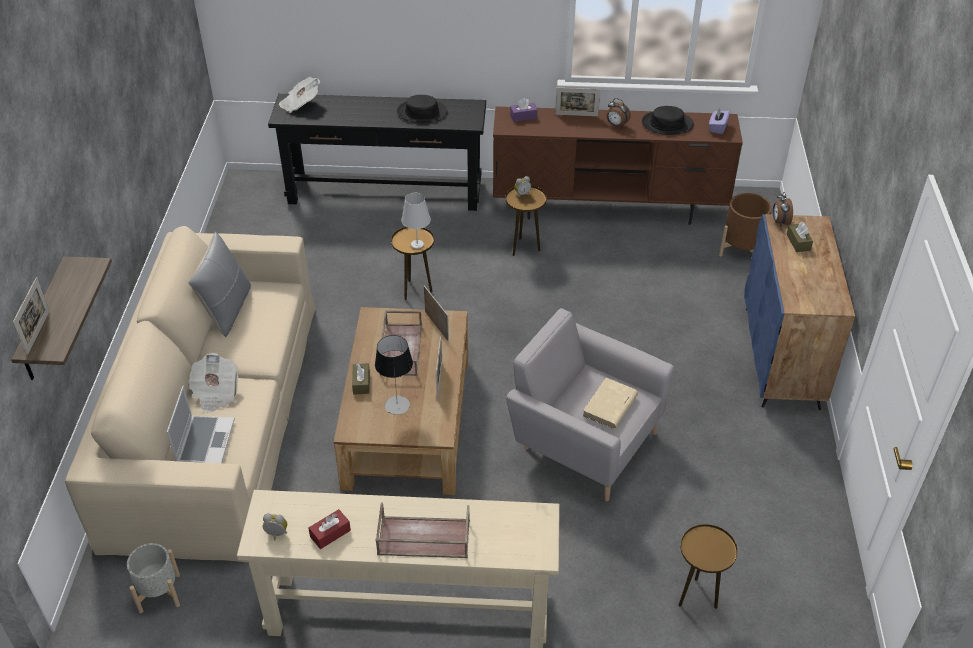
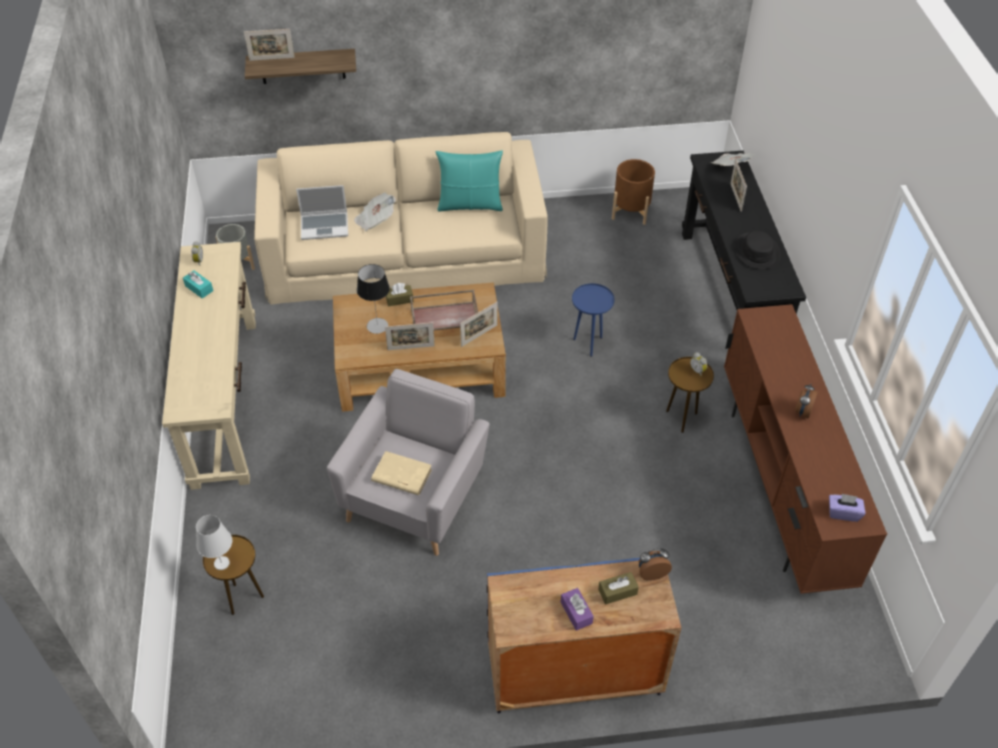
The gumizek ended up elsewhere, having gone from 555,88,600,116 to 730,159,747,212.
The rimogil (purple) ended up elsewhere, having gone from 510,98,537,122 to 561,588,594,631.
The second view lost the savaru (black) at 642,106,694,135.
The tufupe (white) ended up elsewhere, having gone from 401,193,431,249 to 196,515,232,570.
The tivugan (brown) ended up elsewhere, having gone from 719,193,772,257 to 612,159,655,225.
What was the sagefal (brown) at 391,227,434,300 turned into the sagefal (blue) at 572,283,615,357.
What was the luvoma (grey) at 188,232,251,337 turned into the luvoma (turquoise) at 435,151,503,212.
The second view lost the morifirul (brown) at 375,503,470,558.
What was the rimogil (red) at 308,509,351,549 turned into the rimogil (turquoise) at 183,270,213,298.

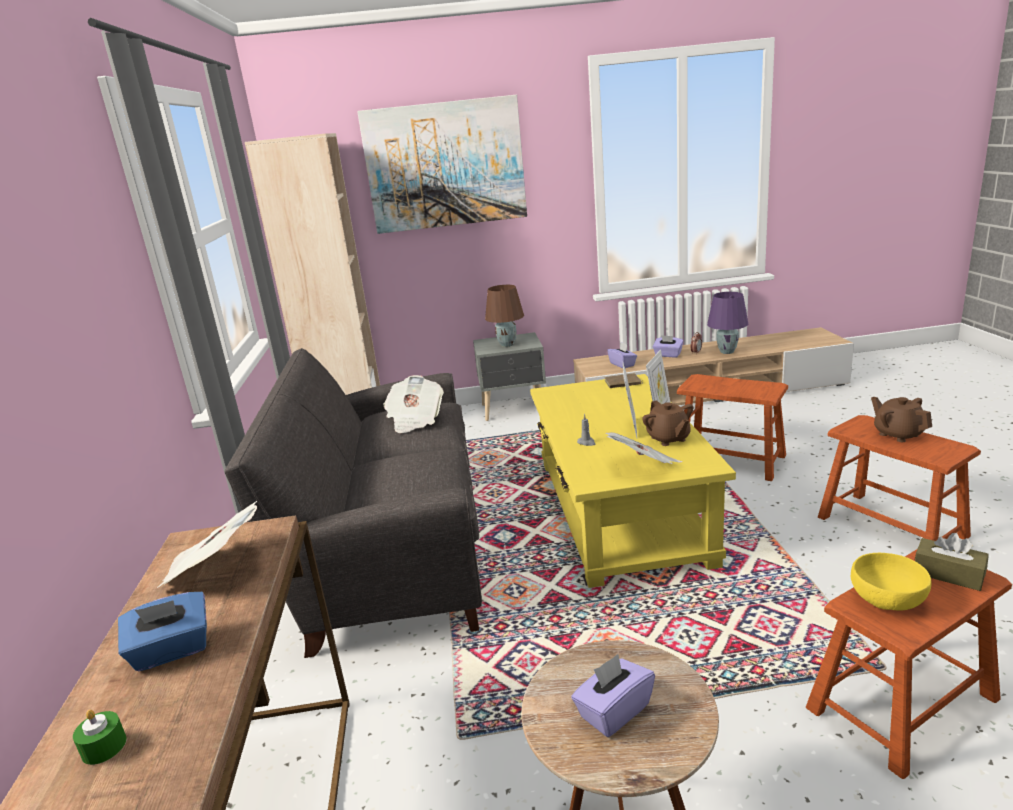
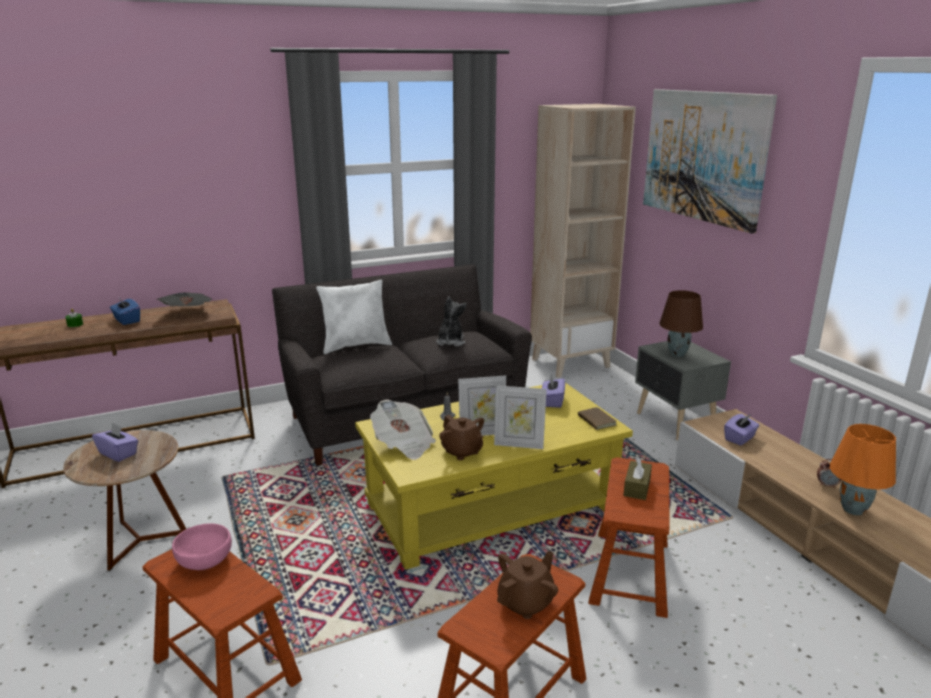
What was the tufupe (purple) at 707,292,748,354 turned into the tufupe (orange) at 830,424,896,515.
The rimogil (purple) ended up elsewhere, having gone from 653,335,684,357 to 542,374,565,408.
Where the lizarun stood at 383,375,444,433, the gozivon came to stand at 436,296,466,347.
The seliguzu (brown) at 642,400,693,446 ended up facing another way, 90 degrees counterclockwise from before.
The rimogil (brown) ended up elsewhere, having gone from 915,533,989,591 to 623,457,652,500.
What was the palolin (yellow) at 851,553,932,610 turned into the palolin (pink) at 172,523,232,570.
The second view gained the luvoma (white) at 316,280,392,354.

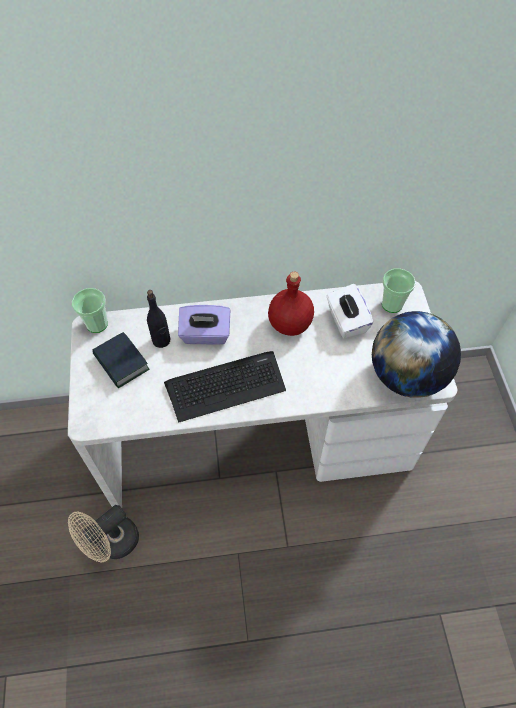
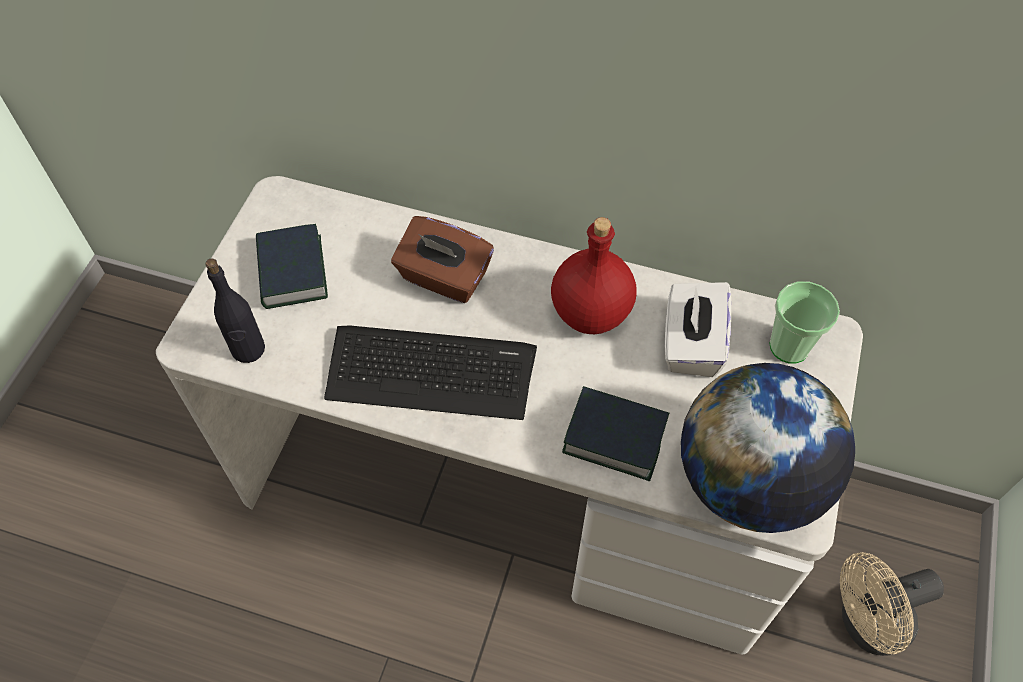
The second view lost the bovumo at 72,288,108,333.
The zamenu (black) ended up elsewhere, having gone from 147,290,170,348 to 206,259,265,363.
What was the rimogil (purple) at 178,305,230,345 turned into the rimogil (brown) at 391,216,494,303.
The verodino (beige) ended up elsewhere, having gone from 68,505,139,562 to 840,552,944,656.
The second view gained the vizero at 562,386,669,481.

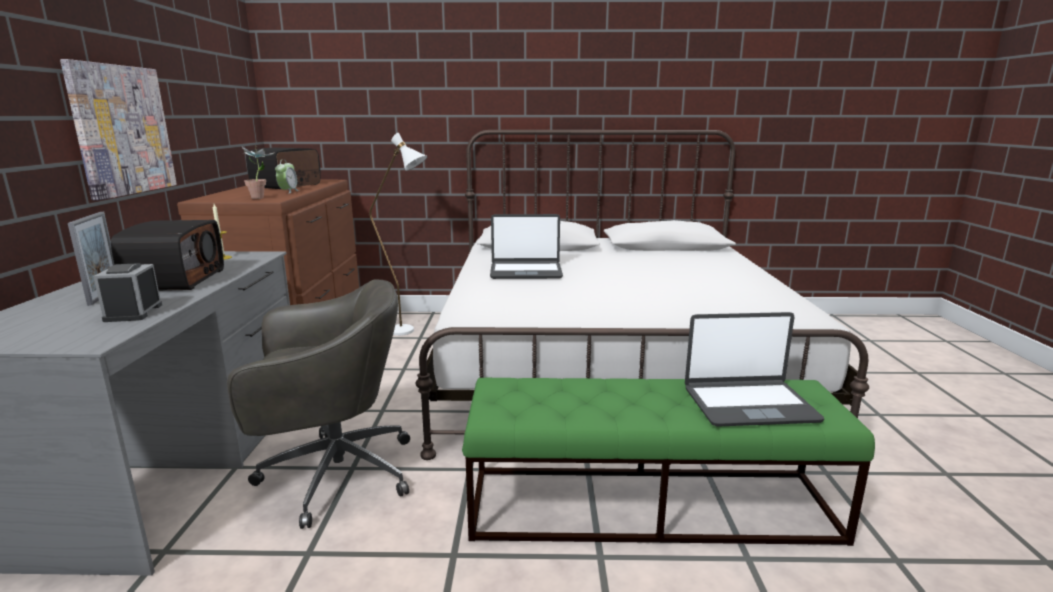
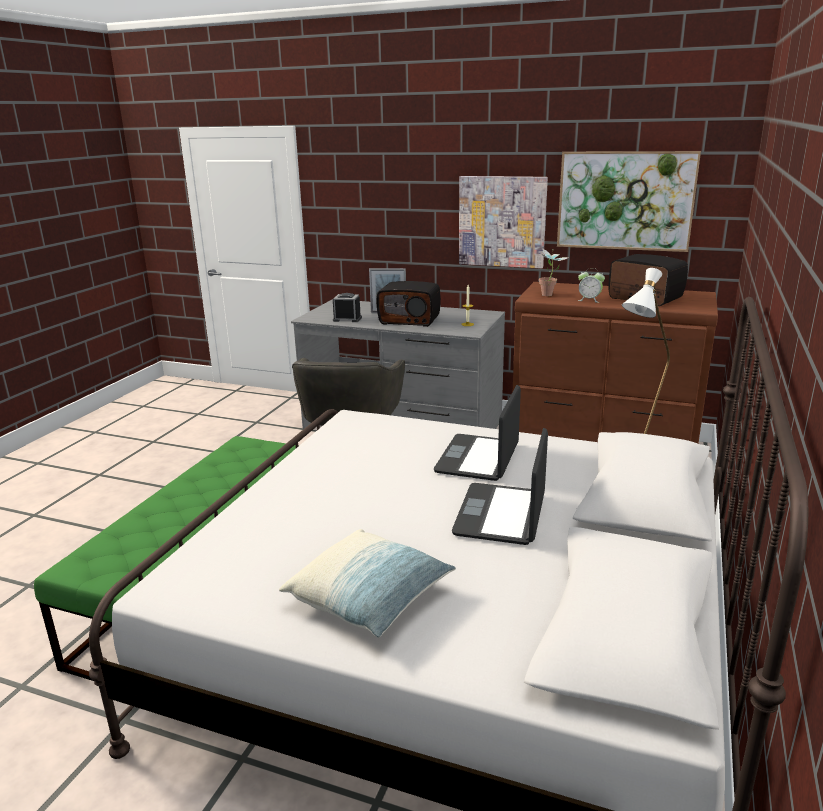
The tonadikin ended up elsewhere, having gone from 685,312,824,427 to 452,428,548,545.
The second view gained the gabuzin at 557,151,701,252.
The second view gained the luvoma at 279,529,456,638.

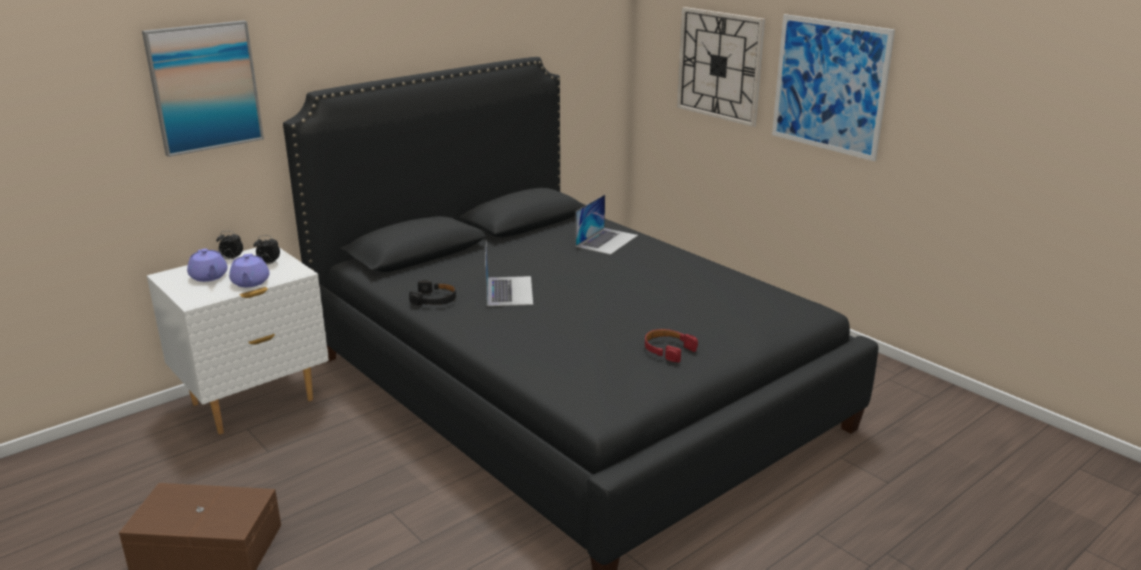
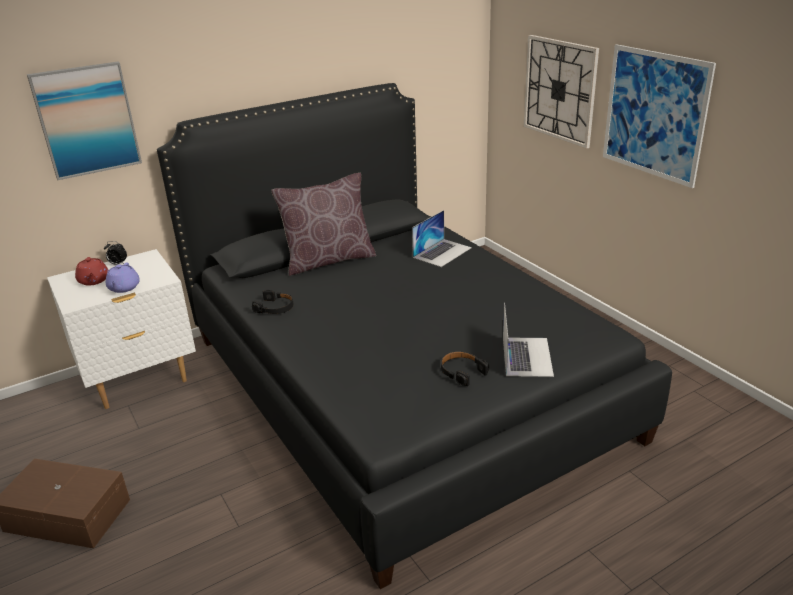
The second view lost the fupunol at 254,235,280,264.
The tonadikin ended up elsewhere, having gone from 485,240,533,306 to 503,303,554,377.
What was the seliguzu (purple) at 187,249,227,282 turned into the seliguzu (red) at 75,257,108,286.
What was the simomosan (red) at 645,329,698,362 turned into the simomosan (black) at 441,351,489,386.
The second view gained the luvoma (brown) at 271,173,376,276.

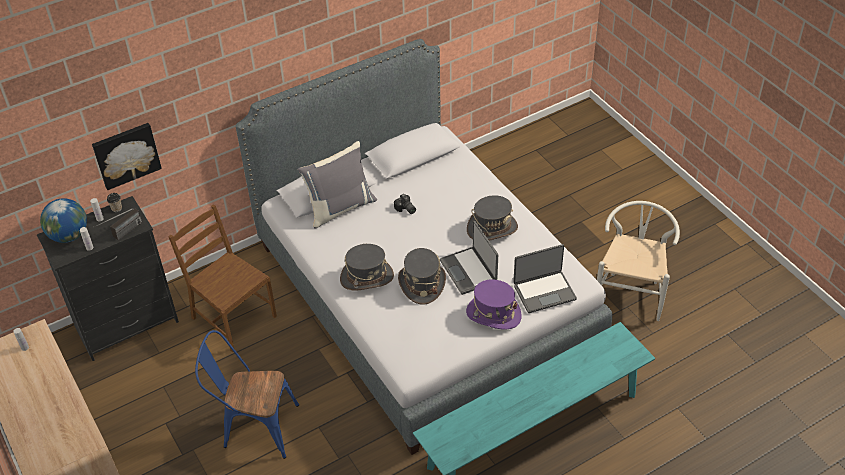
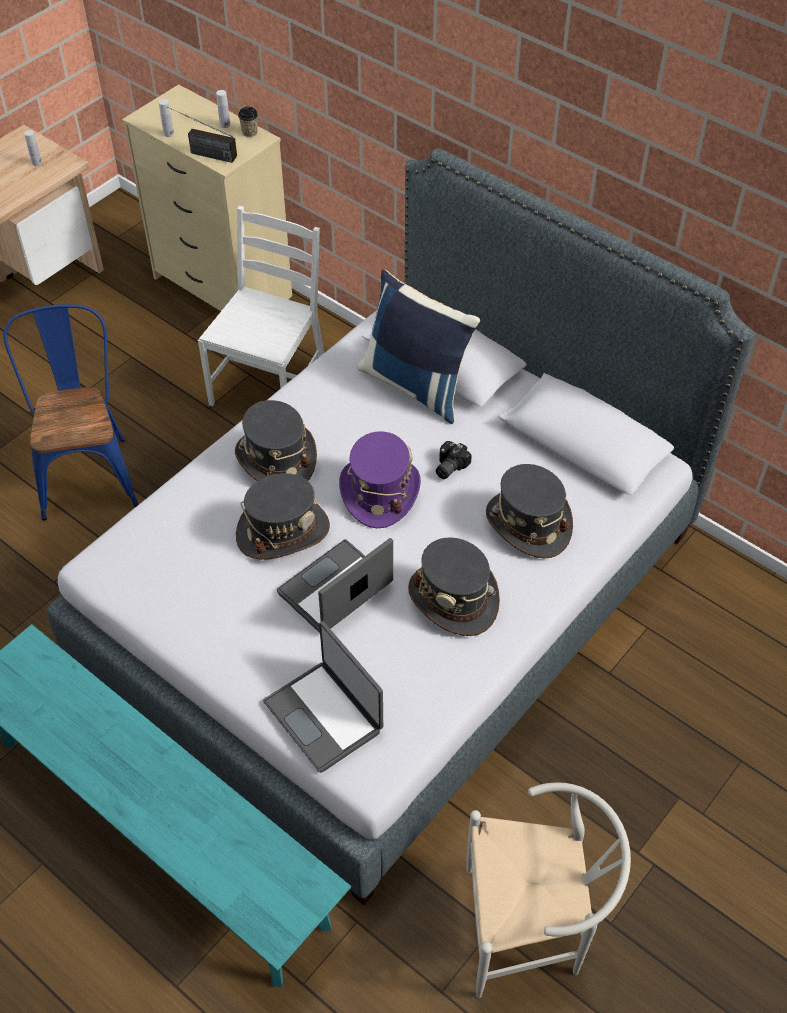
The second view lost the gabuzin at 92,123,162,190.
What was the luvoma (grey) at 298,141,377,229 turned into the luvoma (blue) at 357,270,480,424.
What was the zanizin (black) at 37,196,179,361 turned into the zanizin (beige) at 122,84,292,311.
The second view lost the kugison at 40,198,87,243.
What was the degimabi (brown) at 168,204,277,352 turned into the degimabi (white) at 198,206,324,406.
The savaru (purple) ended up elsewhere, having gone from 466,279,521,330 to 339,431,421,528.
The second view gained the savaru (grey) at 486,464,573,558.

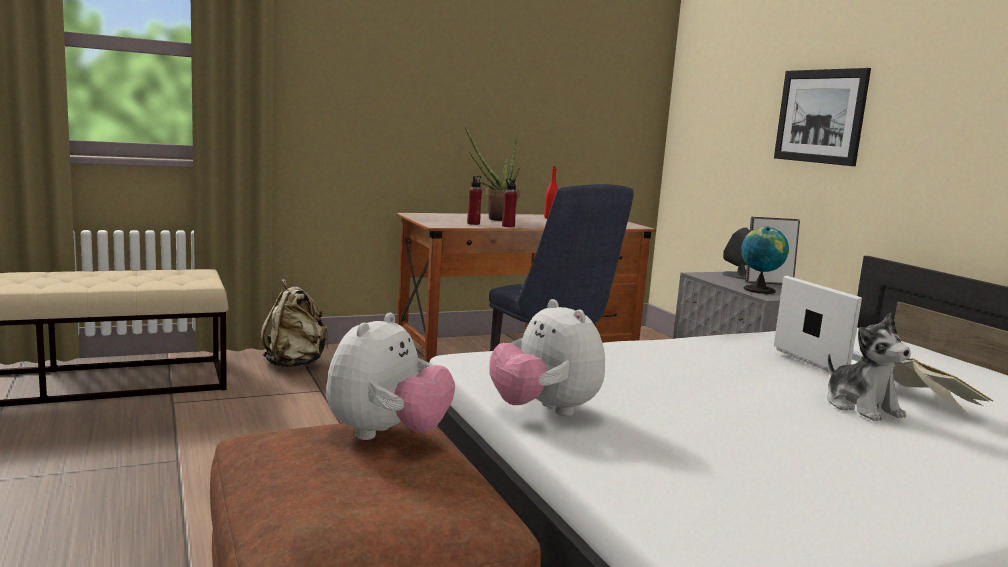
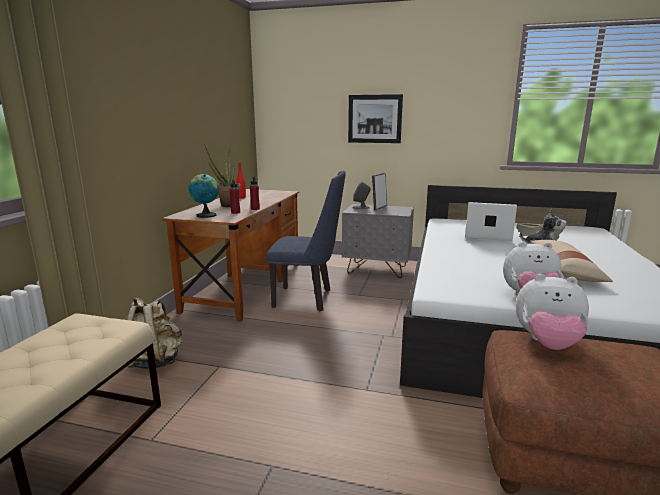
The kugison ended up elsewhere, having gone from 741,227,789,294 to 189,174,219,218.
The gozivon at 326,313,455,440 ended up facing another way, 135 degrees clockwise from before.
The second view gained the luvoma (beige) at 530,240,613,282.

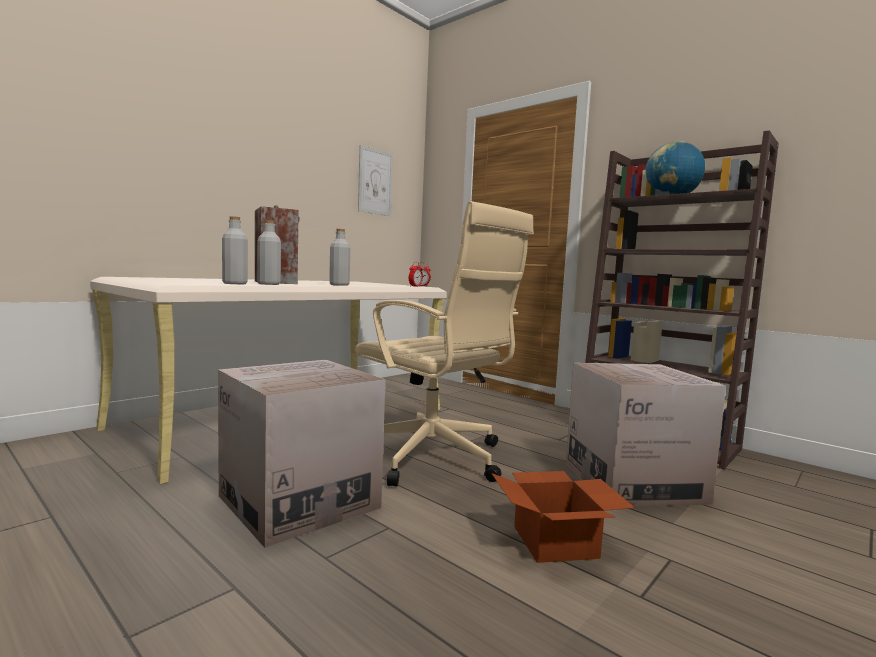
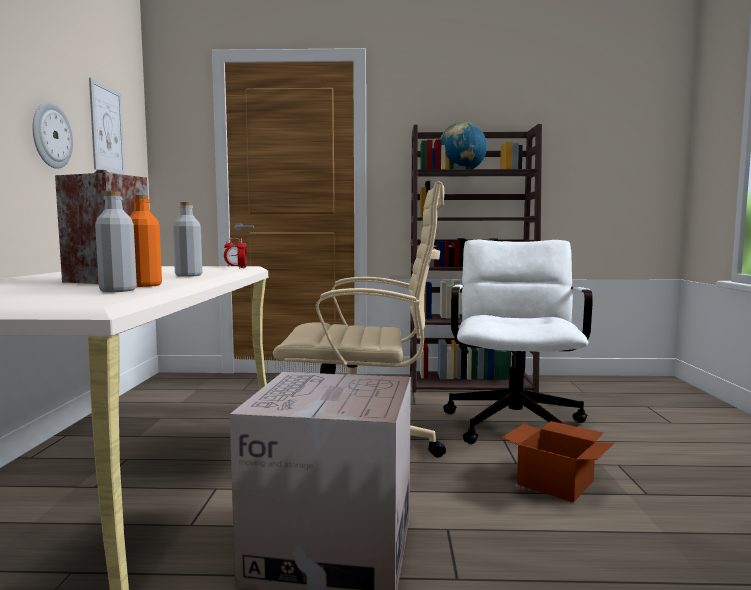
What was the zamenu (grey) at 257,220,281,285 turned into the zamenu (orange) at 129,195,162,287.
Where the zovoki stood at 566,363,726,507, the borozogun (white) came to stand at 443,240,593,444.
The second view gained the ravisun at 33,102,73,169.

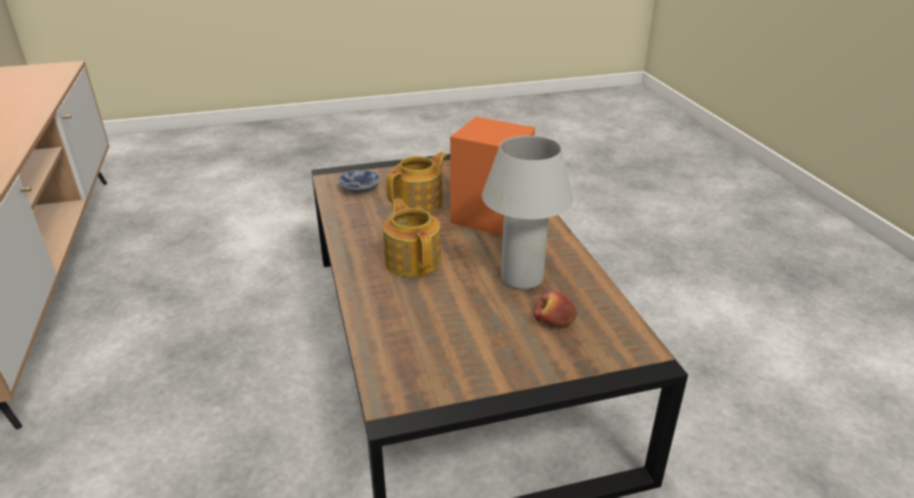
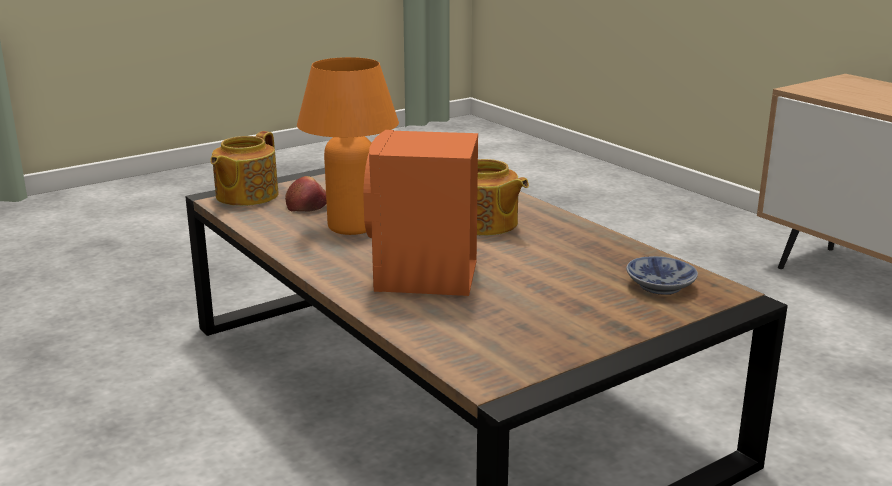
What was the tufupe (white) at 482,135,573,290 turned into the tufupe (orange) at 297,57,399,235.
The seliguzu ended up elsewhere, having gone from 386,152,447,213 to 210,131,279,206.

